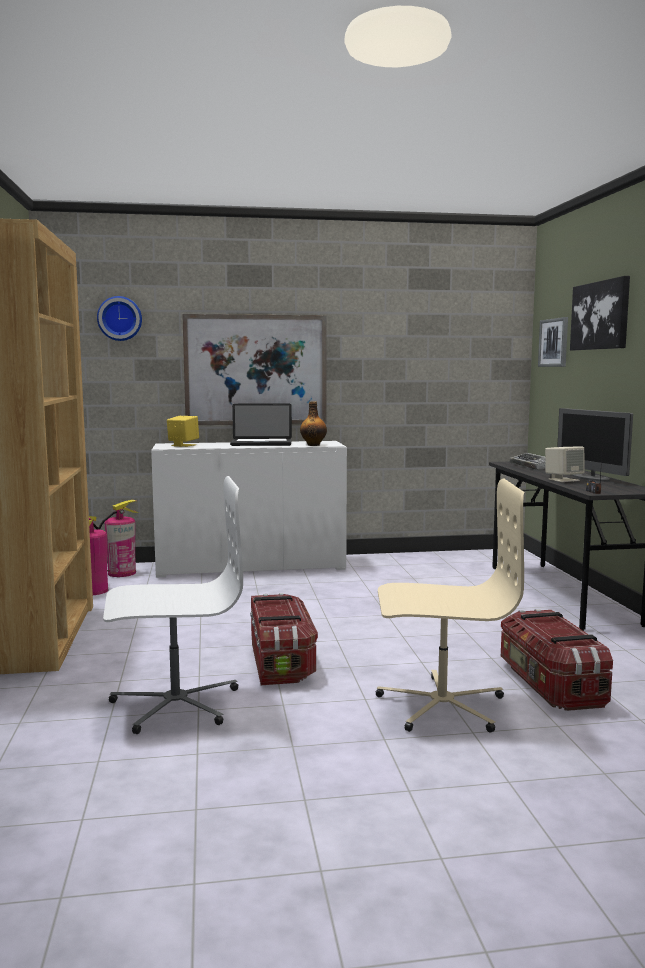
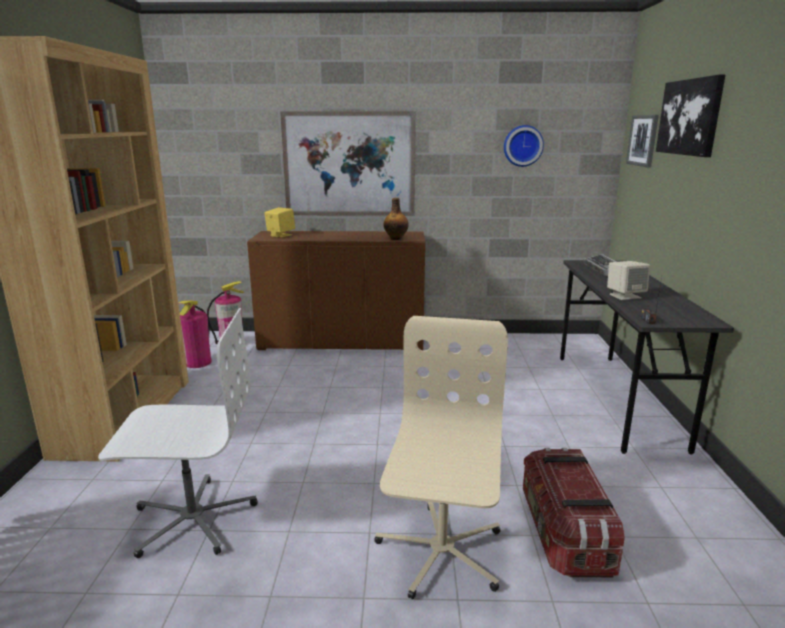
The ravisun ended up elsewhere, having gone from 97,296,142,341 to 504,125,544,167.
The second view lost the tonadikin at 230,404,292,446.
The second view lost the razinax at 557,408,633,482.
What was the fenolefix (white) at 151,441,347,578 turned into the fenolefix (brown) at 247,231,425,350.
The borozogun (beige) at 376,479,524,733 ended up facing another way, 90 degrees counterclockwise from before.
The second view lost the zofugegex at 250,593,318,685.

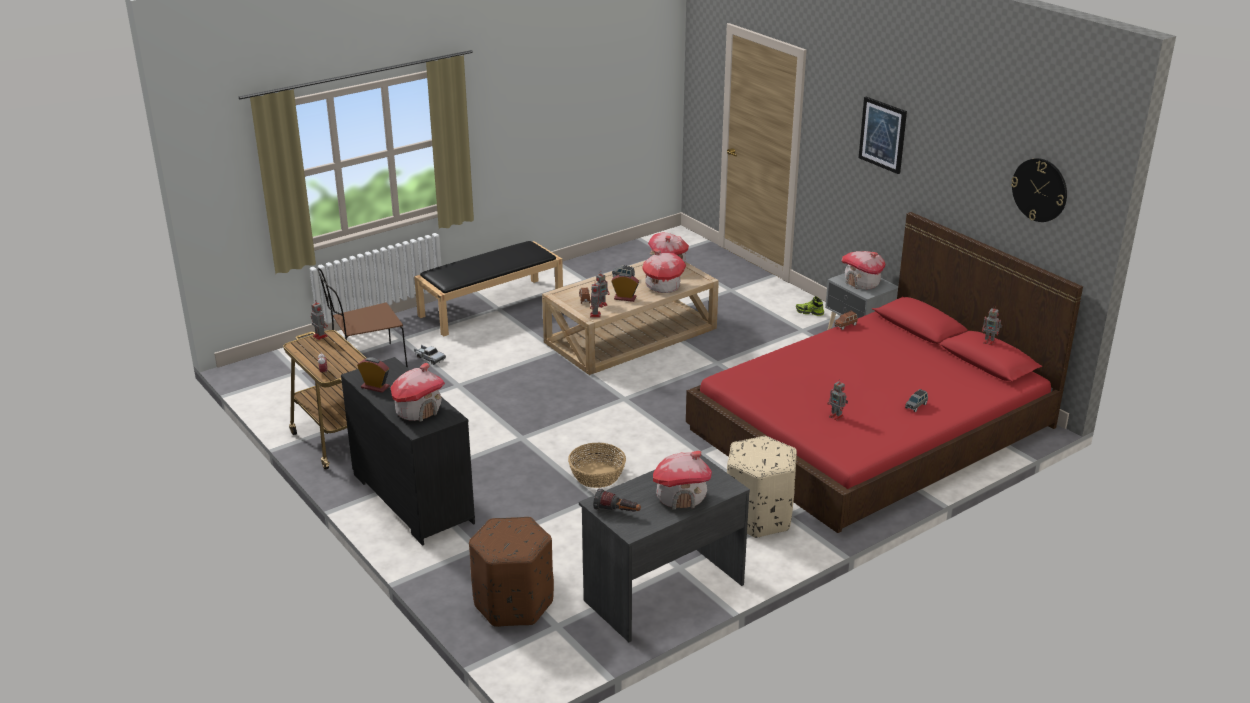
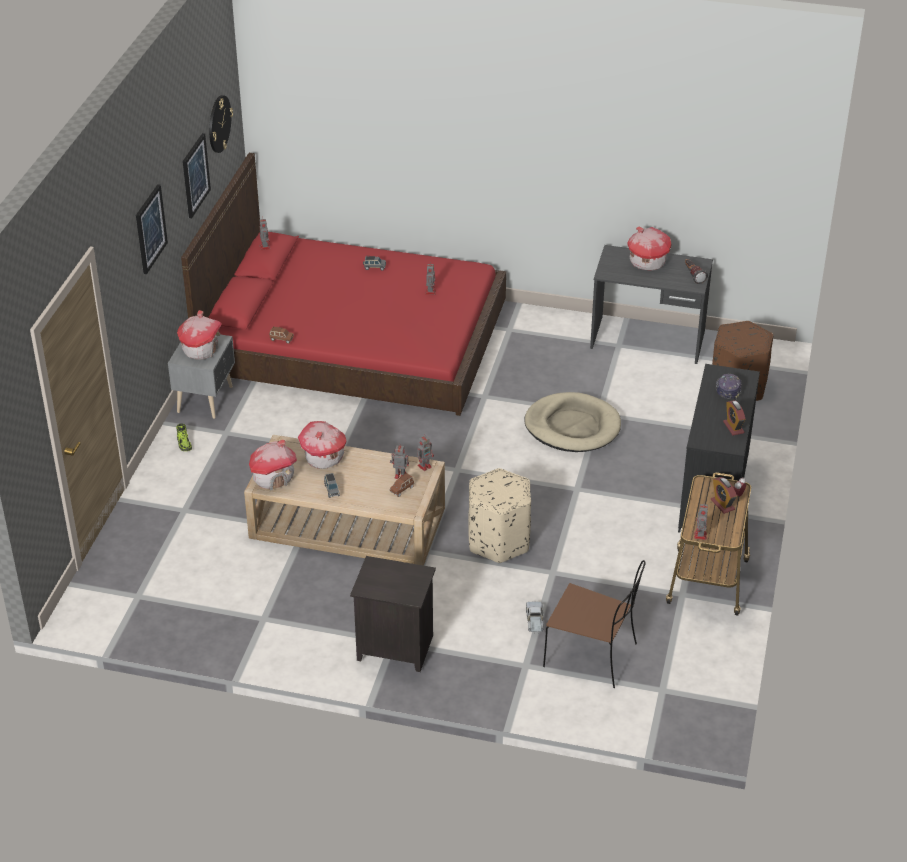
Where the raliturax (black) stood at 414,241,563,337, the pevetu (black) came to stand at 350,556,436,672.
The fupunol ended up elsewhere, having gone from 611,273,639,302 to 711,477,737,514.
Where the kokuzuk stood at 390,363,445,422, the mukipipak came to stand at 716,373,742,400.
The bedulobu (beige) ended up elsewhere, having gone from 727,436,797,538 to 468,468,531,563.
Where the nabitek stood at 568,443,626,488, the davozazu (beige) came to stand at 524,392,621,452.
The second view gained the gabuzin at 183,133,211,218.

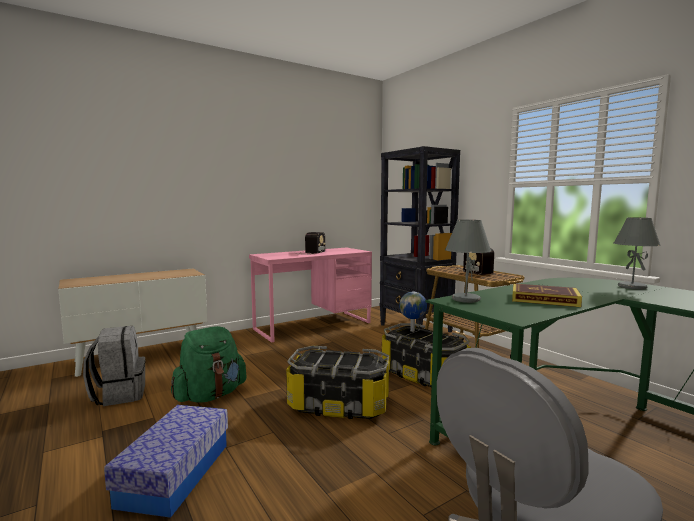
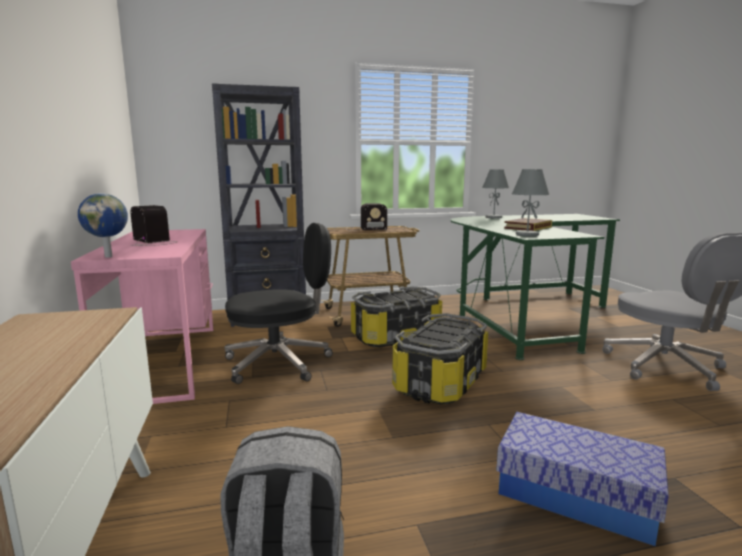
The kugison ended up elsewhere, having gone from 399,292,427,332 to 78,193,128,258.
The second view lost the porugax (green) at 171,326,247,403.
The second view gained the borozogun (black) at 225,223,333,384.

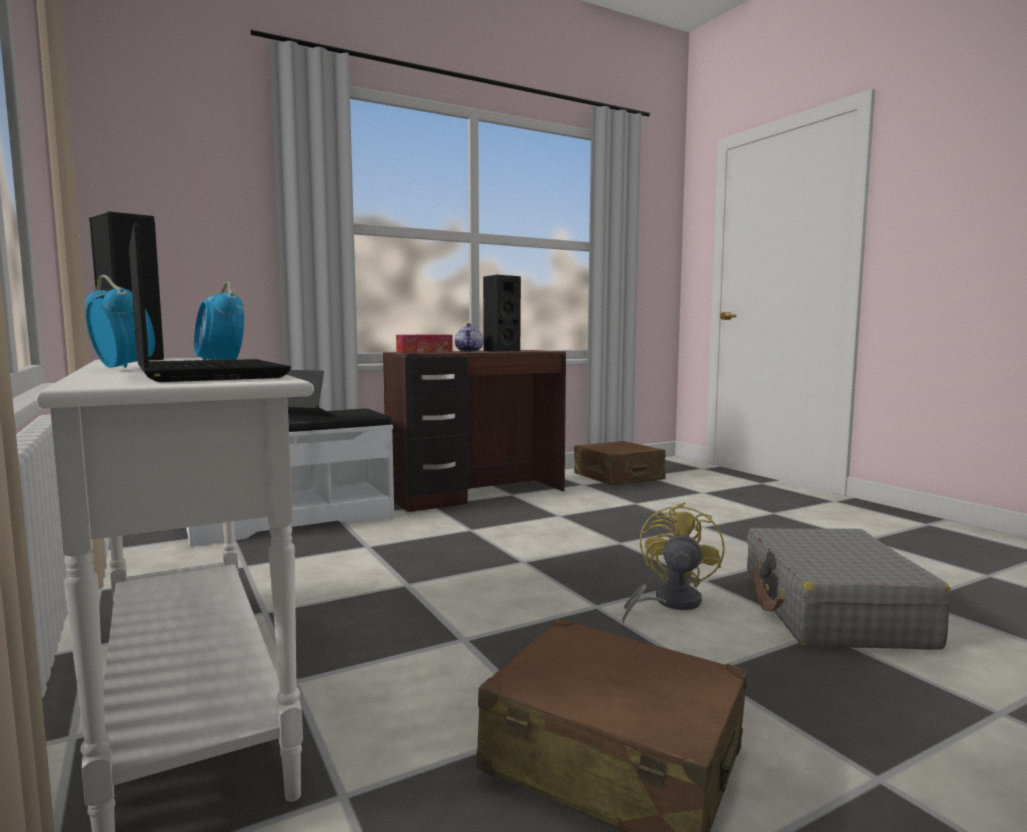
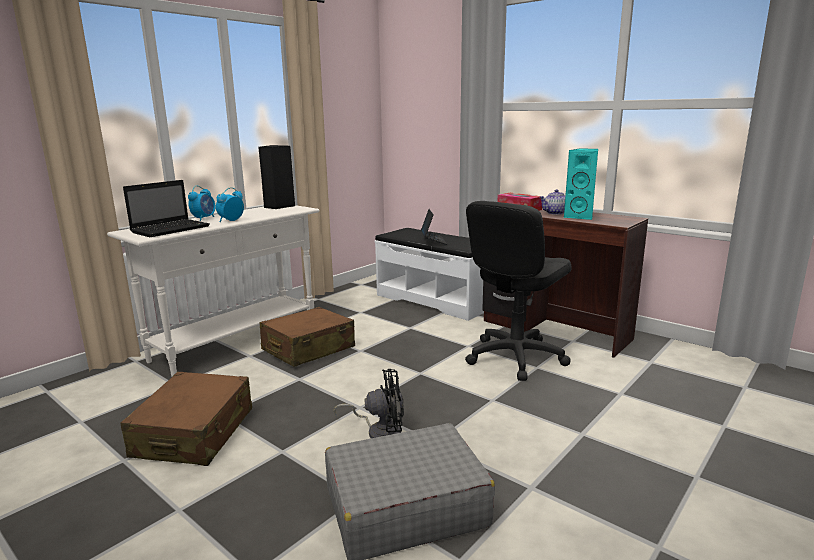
What was the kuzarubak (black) at 483,275,521,352 turned into the kuzarubak (turquoise) at 564,148,598,220.
The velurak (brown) ended up elsewhere, having gone from 574,441,666,486 to 259,307,355,367.
What was the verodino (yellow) at 622,502,725,624 turned into the verodino (black) at 334,369,404,438.
The second view gained the borozogun (black) at 465,201,572,381.

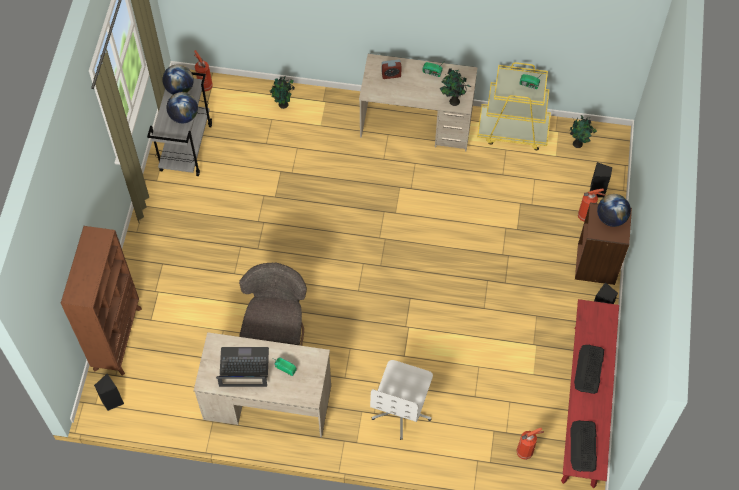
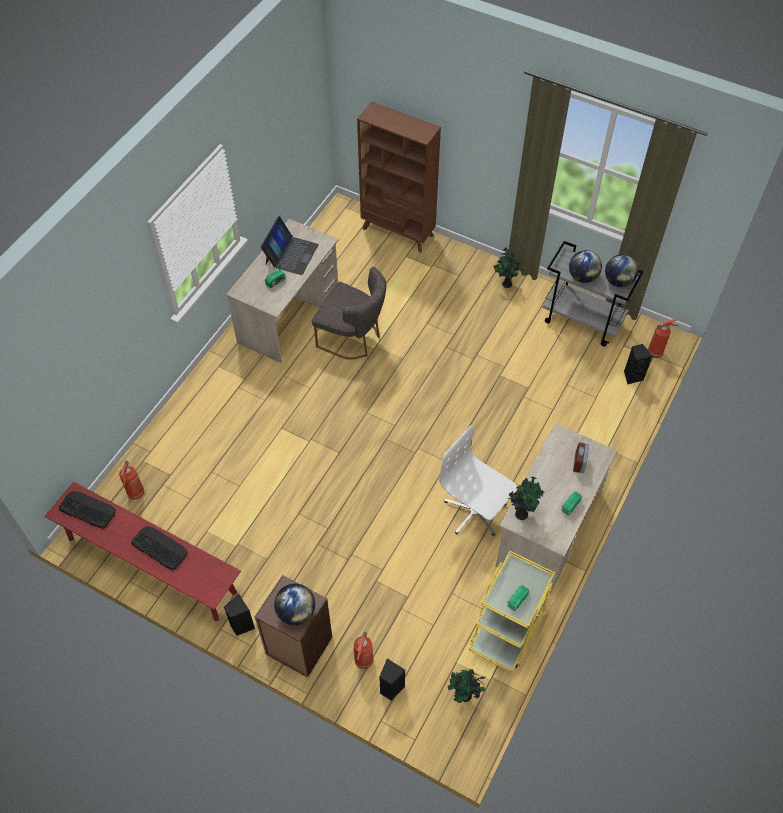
The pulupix ended up elsewhere, having gone from 270,76,295,109 to 494,248,523,288.
The borozogun (white) ended up elsewhere, having gone from 370,360,433,440 to 439,426,517,536.
The kuzarubak (black) ended up elsewhere, having gone from 94,374,124,411 to 624,344,652,385.

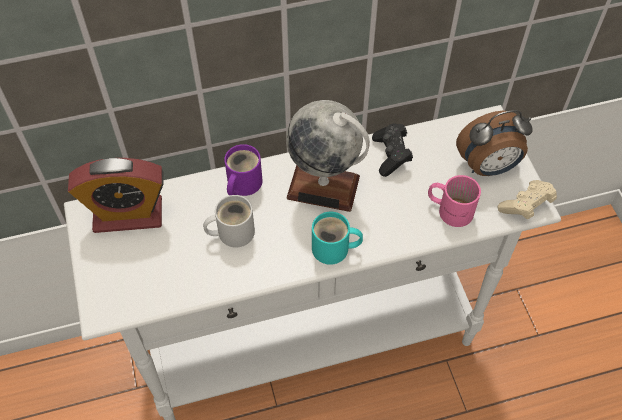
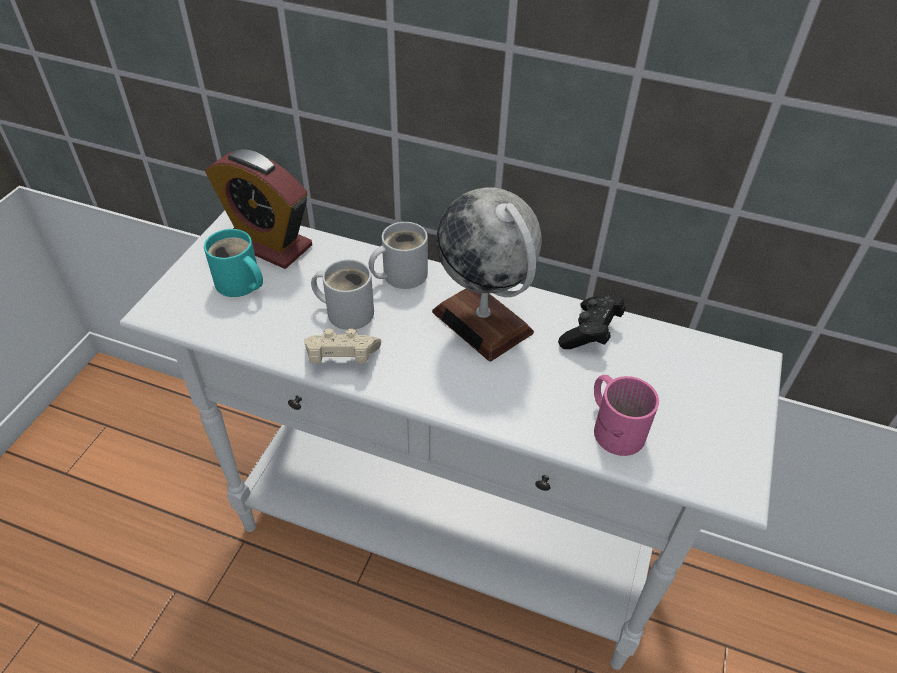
The second view lost the fupunol at 456,110,533,176.
What was the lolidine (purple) at 224,144,263,196 turned into the lolidine (white) at 369,222,428,289.
The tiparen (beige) ended up elsewhere, having gone from 498,180,557,220 to 304,329,381,364.
The lolidine (turquoise) ended up elsewhere, having gone from 312,212,363,265 to 204,229,263,297.

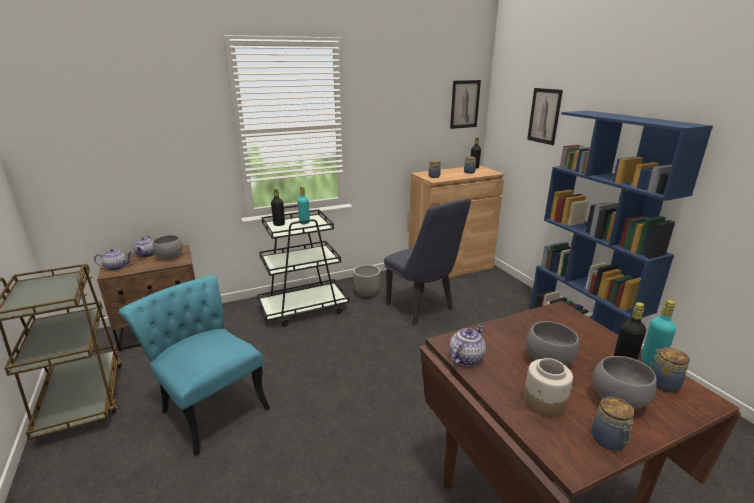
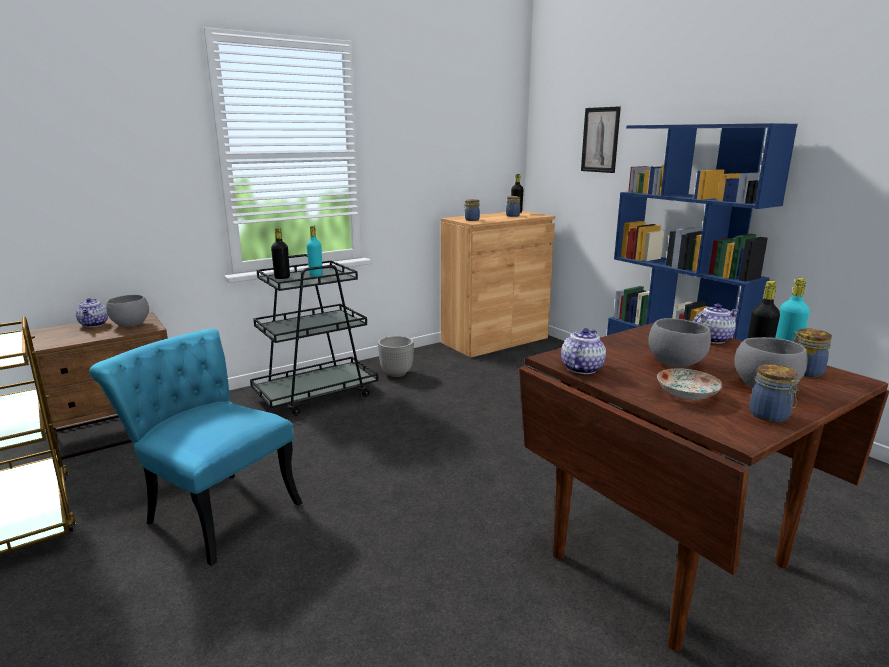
The second view lost the gabuzin at 450,80,481,129.
The second view lost the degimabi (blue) at 384,198,471,324.
The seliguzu ended up elsewhere, having gone from 94,249,132,271 to 693,304,739,344.
Where the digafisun stood at 524,358,573,417, the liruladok came to stand at 657,369,723,400.

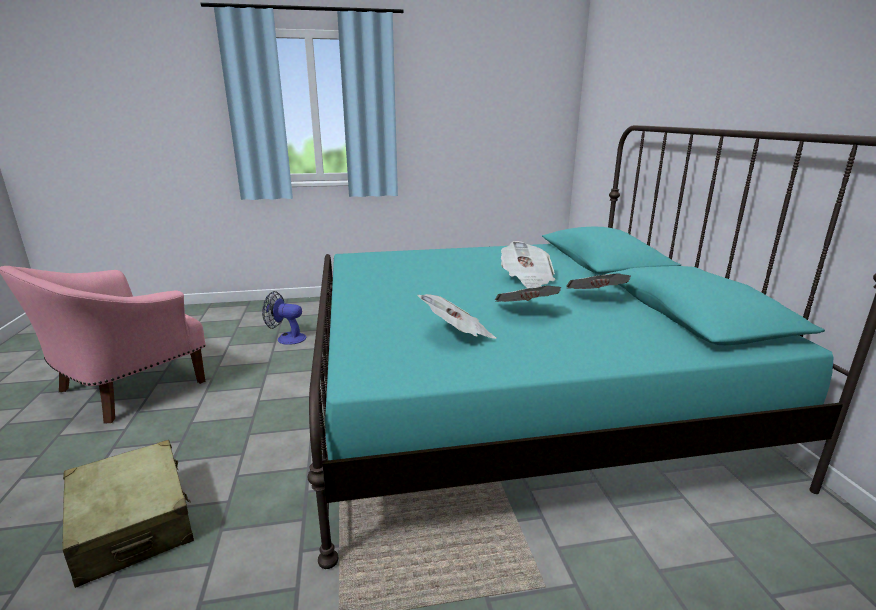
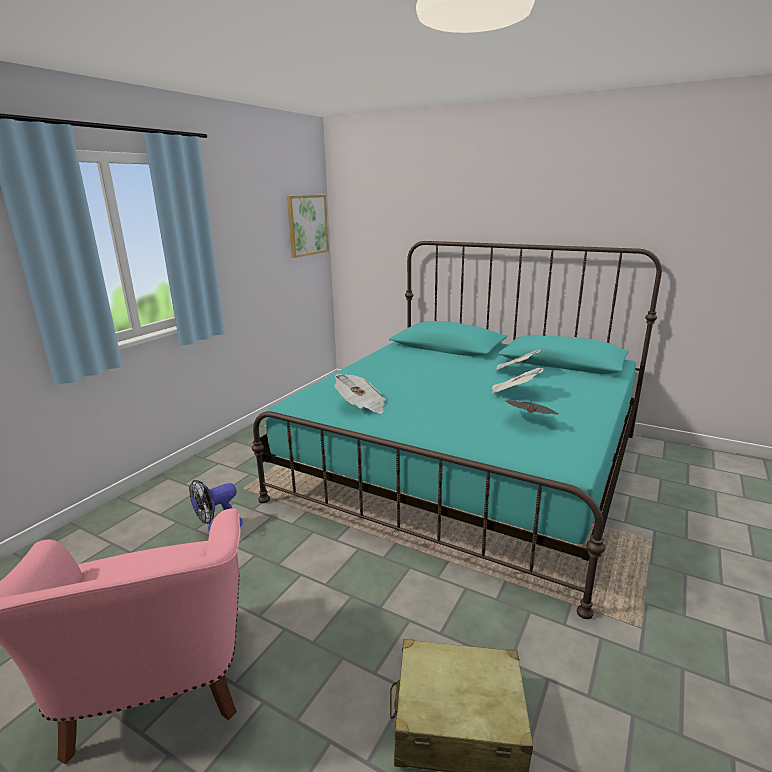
The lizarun ended up elsewhere, having gone from 501,241,555,288 to 334,374,386,414.
The second view gained the gabuzin at 287,195,329,258.

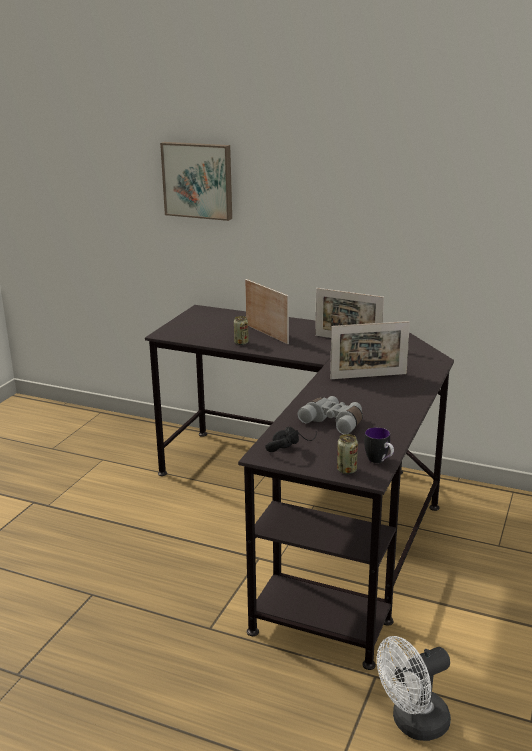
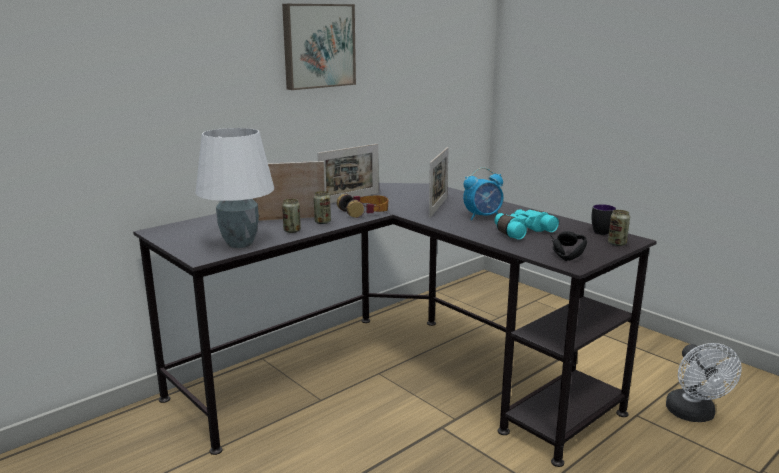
The gabuzin ended up elsewhere, having gone from 160,142,232,221 to 282,4,356,90.
What was the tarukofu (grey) at 298,396,363,434 turned into the tarukofu (turquoise) at 494,209,559,240.
The second view gained the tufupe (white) at 195,128,274,248.
The second view gained the fupunol at 463,167,503,220.
The second view gained the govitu at 314,191,331,224.
The second view gained the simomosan at 337,194,388,218.

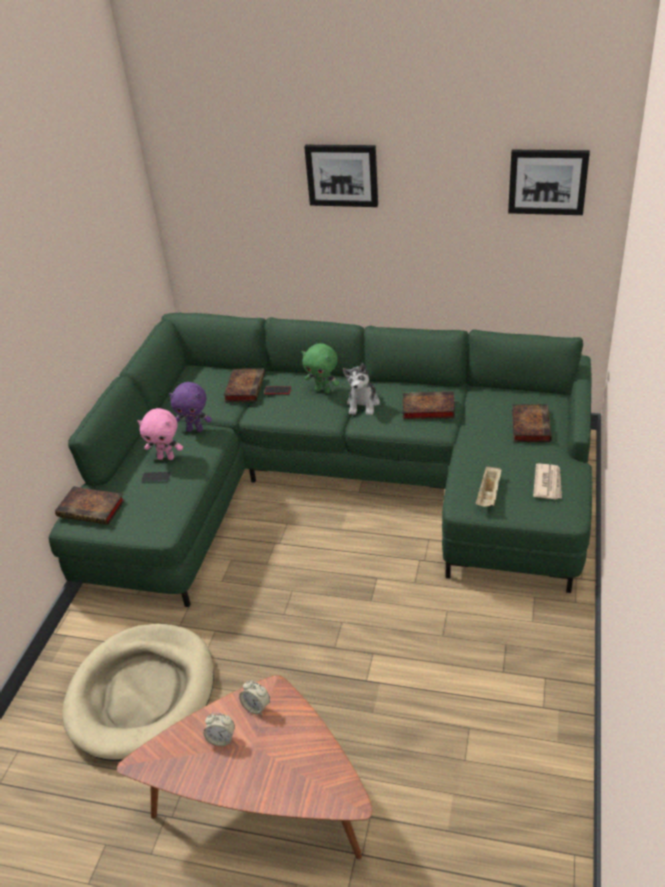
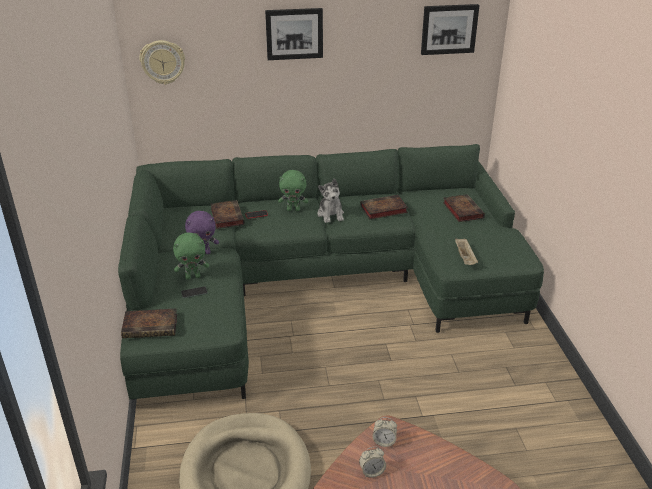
What was the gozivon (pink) at 138,408,183,460 turned into the gozivon (green) at 173,233,209,279.
The second view lost the lizarun at 533,463,562,500.
The second view gained the ravisun at 139,40,185,85.

